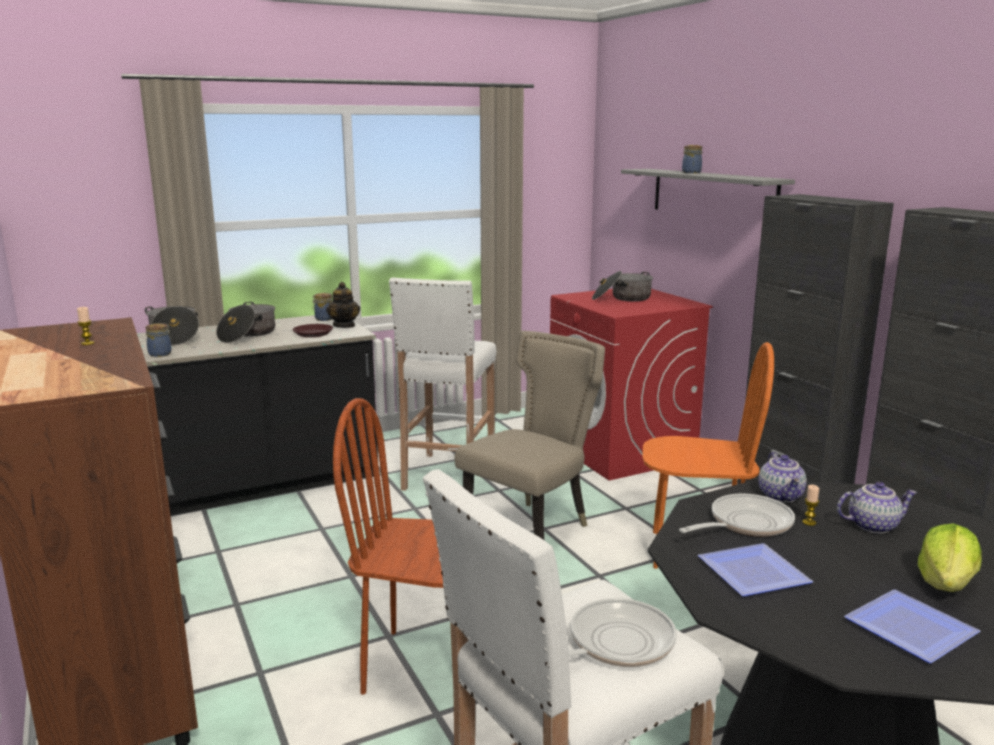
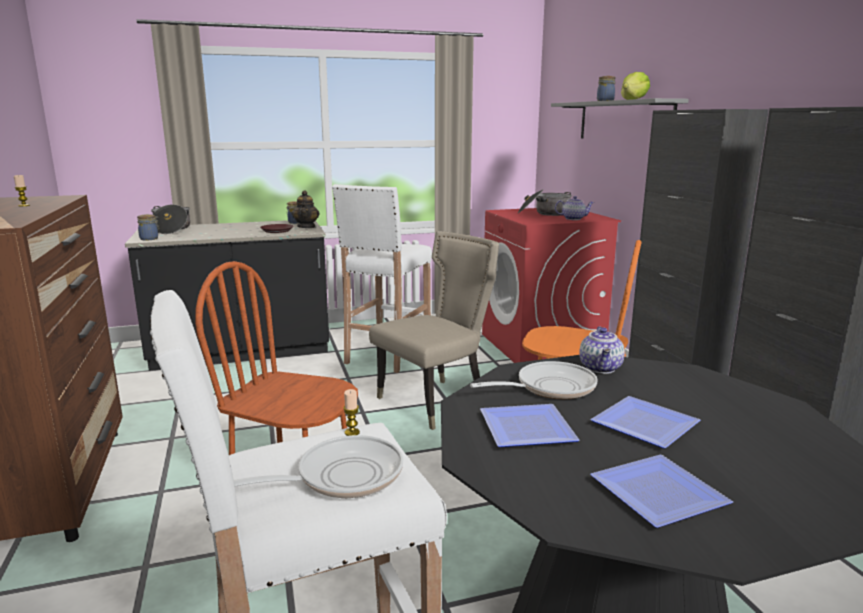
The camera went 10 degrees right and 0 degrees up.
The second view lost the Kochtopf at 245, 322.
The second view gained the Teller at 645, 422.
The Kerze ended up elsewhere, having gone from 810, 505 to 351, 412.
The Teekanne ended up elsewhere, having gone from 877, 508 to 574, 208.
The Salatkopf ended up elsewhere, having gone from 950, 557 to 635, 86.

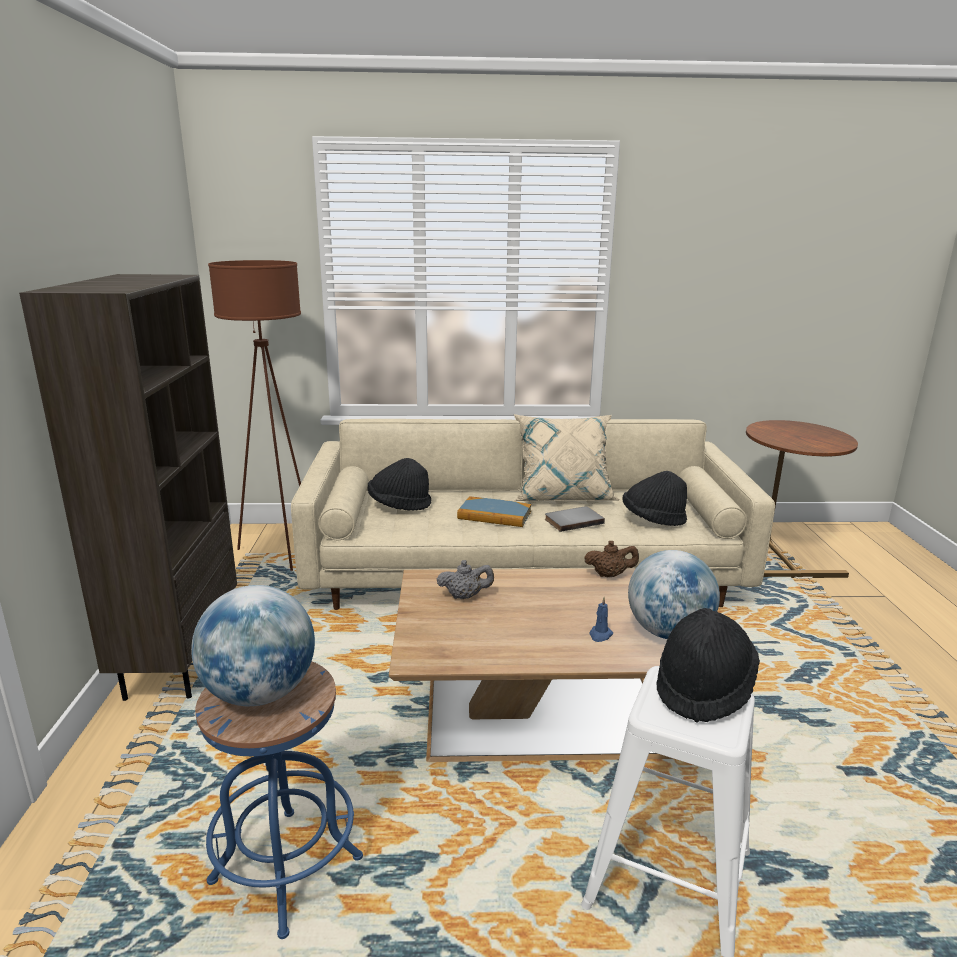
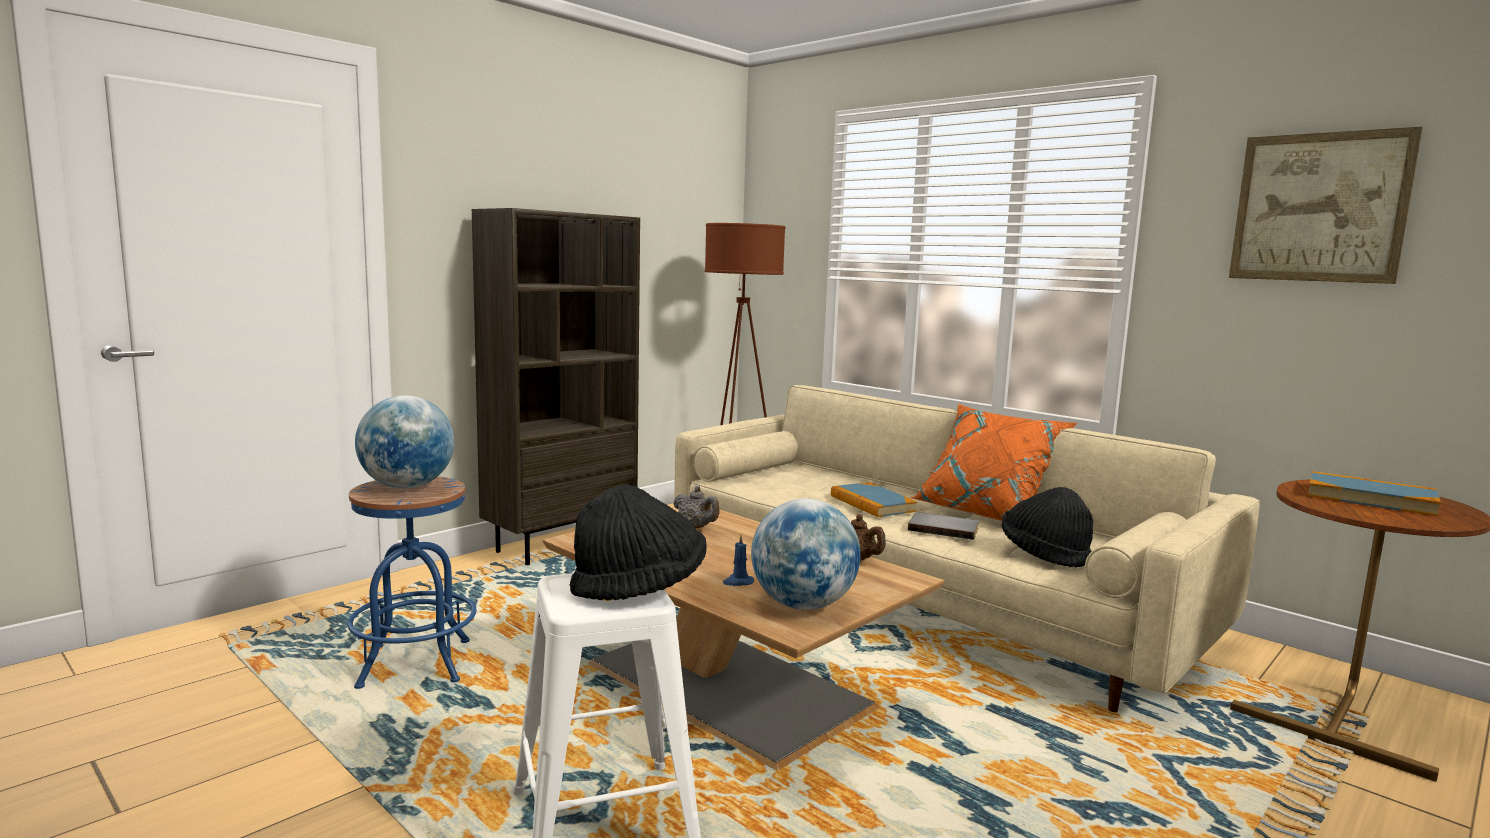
The camera went 45 degrees right and 10 degrees down.
The second view lost the Hut/schwarz at 399, 484.
The second view gained the Bild at 1326, 205.
The second view gained the Buch at 1374, 493.
What was the Kissen/beige at 567, 457 turned into the Kissen/orange at 994, 462.

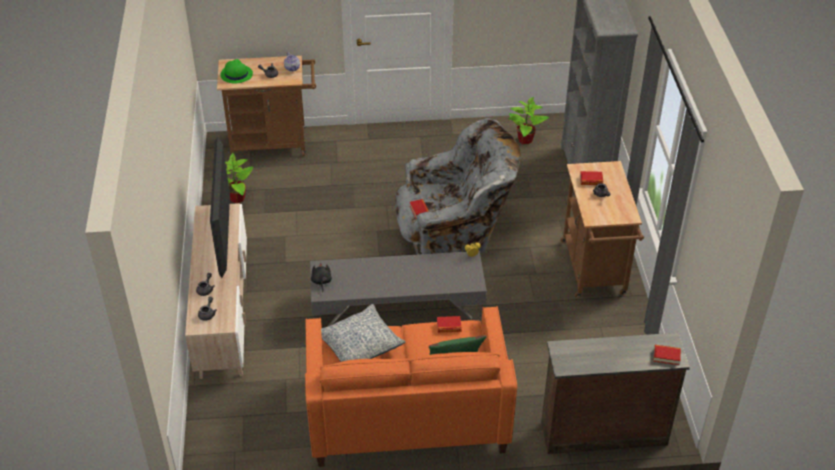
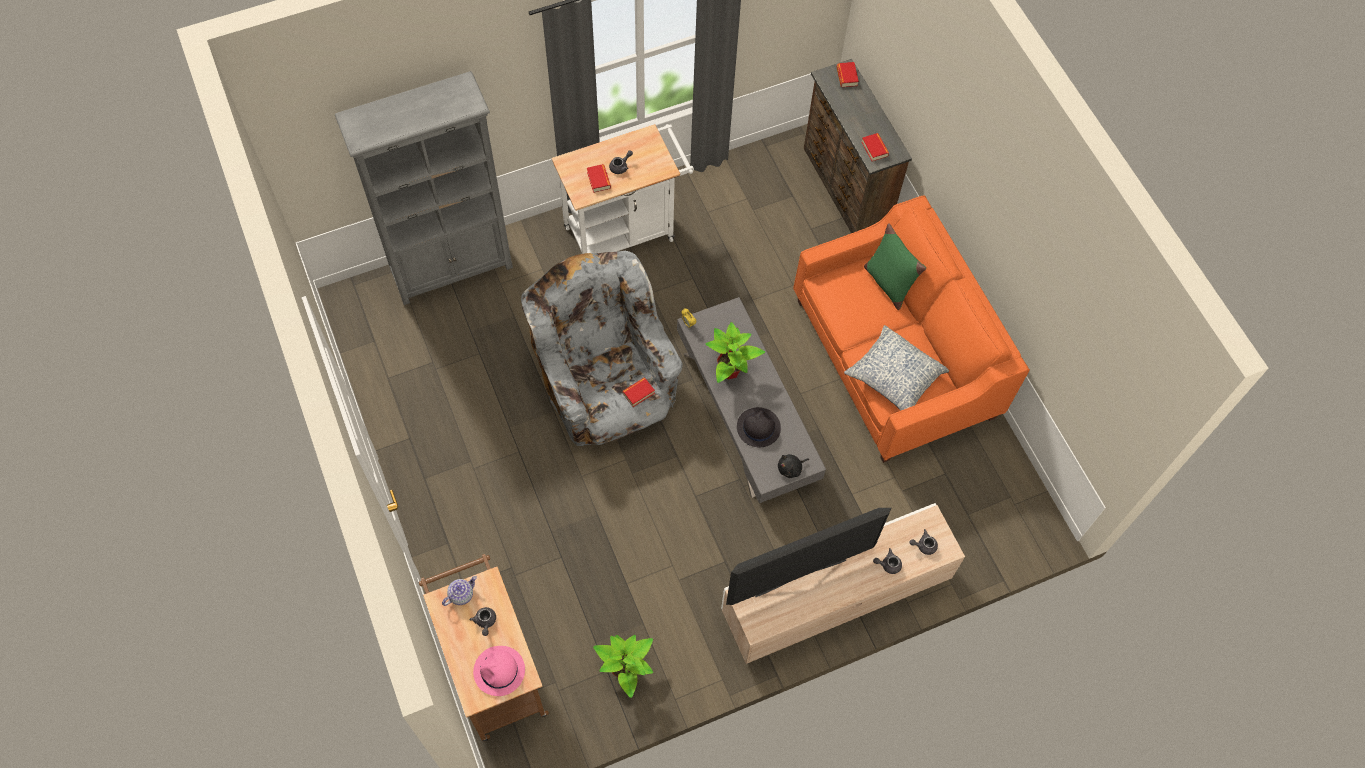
The camera went 110 degrees left and 20 degrees up.
The second view gained the Hut/schwarz at 759, 427.
The Buch ended up elsewhere, having gone from 449, 324 to 875, 147.
The Topfpflanze ended up elsewhere, having gone from 528, 120 to 735, 352.
What was the Hut/grün at 236, 71 turned into the Hut/rosa at 499, 671.
What was the Rollwagen/braun at 602, 229 turned into the Rollwagen/weiß at 623, 189.

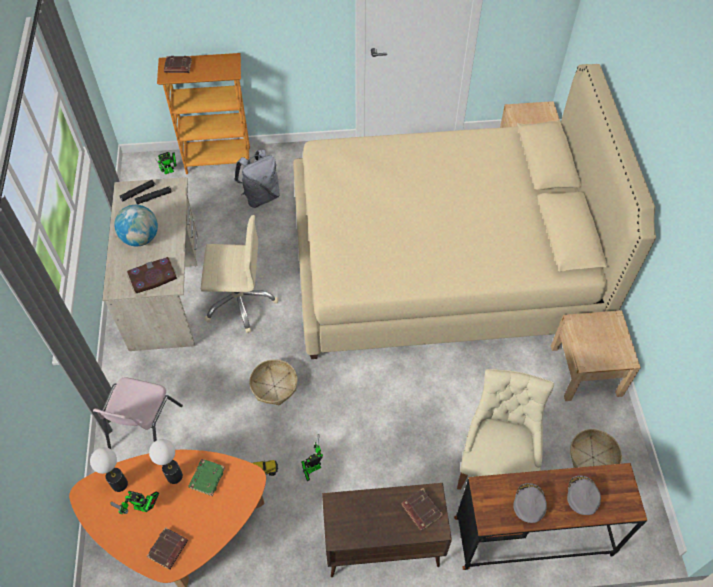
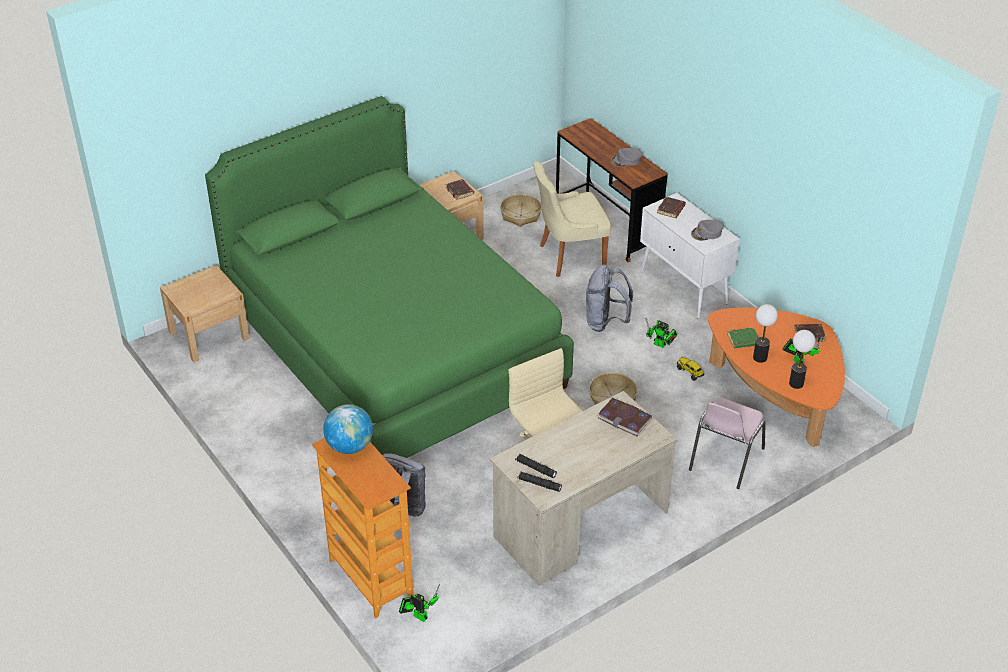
The camera went 120 degrees left and 15 degrees down.
The second view gained the Rucksack/grau at 609, 298.
The Globus ended up elsewhere, having gone from 136, 225 to 348, 429.
The Buch/braun ended up elsewhere, having gone from 178, 64 to 459, 189.
The Kappe/grau ended up elsewhere, having gone from 584, 495 to 707, 230.
What was the Bett/beige at 474, 211 turned into the Bett/grün at 389, 277.
What was the Schrank/braun at 387, 530 turned into the Schrank/weiß at 690, 256.
The Stuhl/rosa at 138, 413 ended up facing another way, 135 degrees clockwise from before.

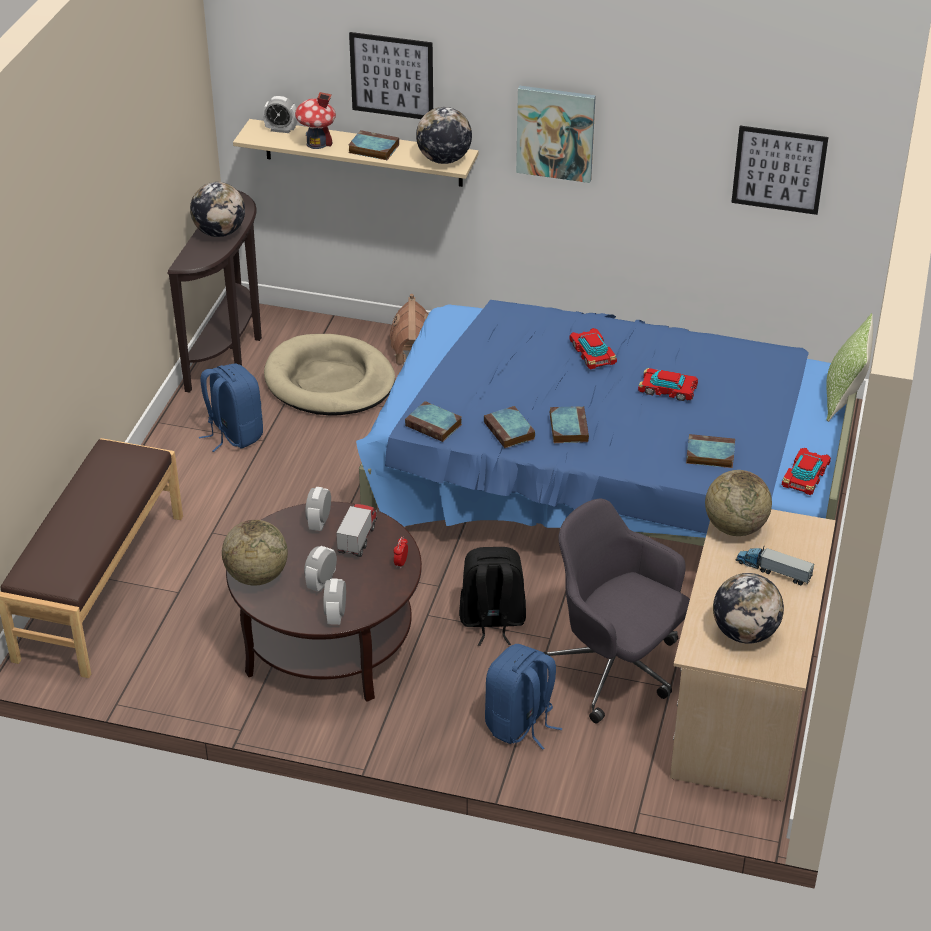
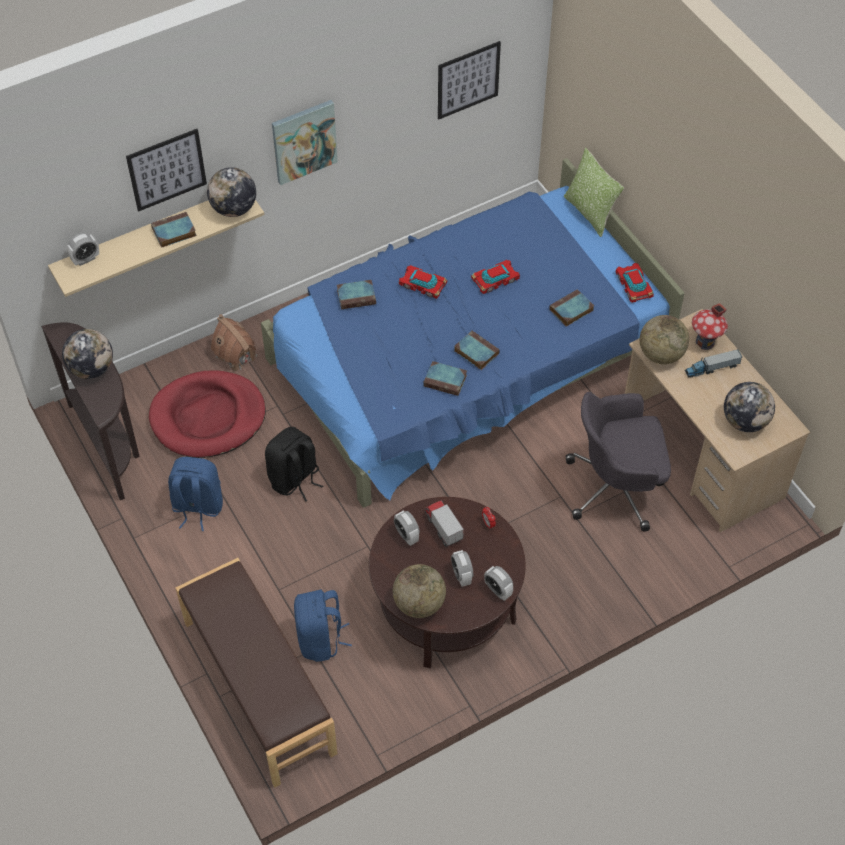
The camera went 45 degrees left and 15 degrees up.
The Spielzeughaus ended up elsewhere, having gone from 315, 120 to 710, 326.
The Buch ended up elsewhere, having gone from 433, 421 to 356, 294.
The Rucksack/schwarz ended up elsewhere, having gone from 492, 596 to 294, 464.
The Rucksack/blau ended up elsewhere, having gone from 523, 697 to 323, 626.
What was the Hundebett/beige at 329, 375 turned into the Hundebett/rot at 207, 414.

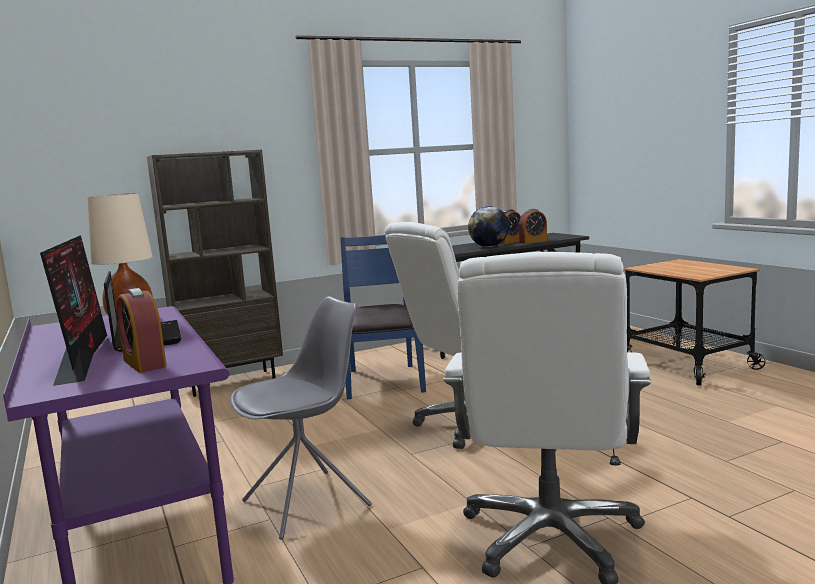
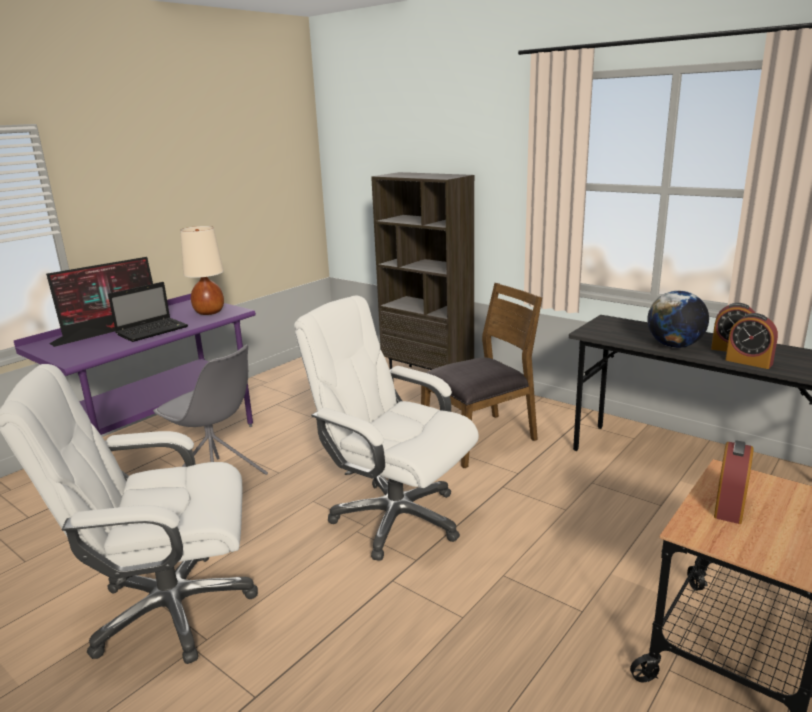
The camera went 65 degrees right and 10 degrees up.
The Wecker ended up elsewhere, having gone from 142, 330 to 734, 482.
What was the Stuhl/blau at 383, 317 turned into the Stuhl/braun at 481, 375.

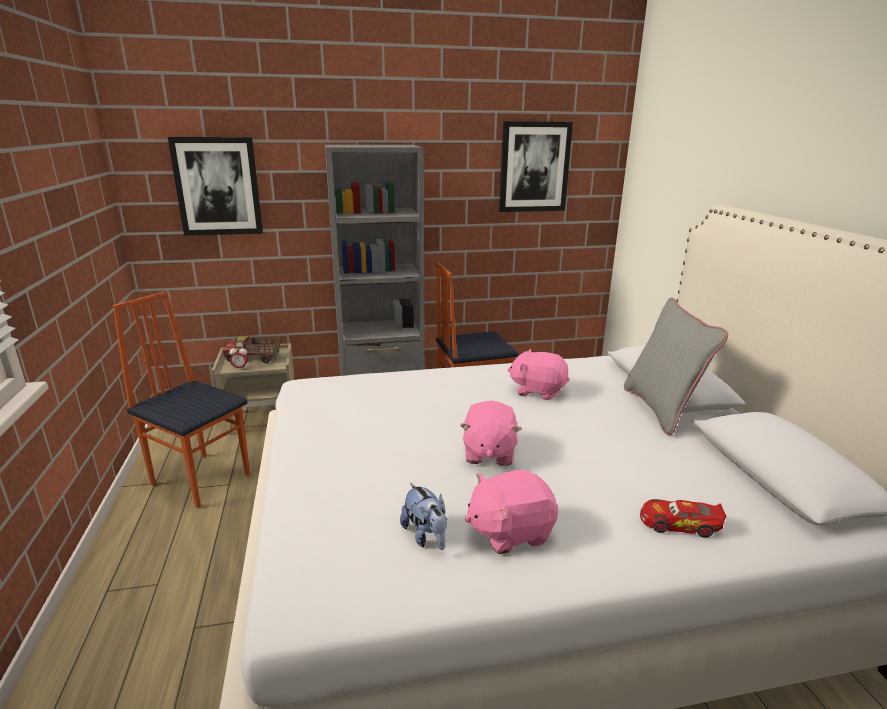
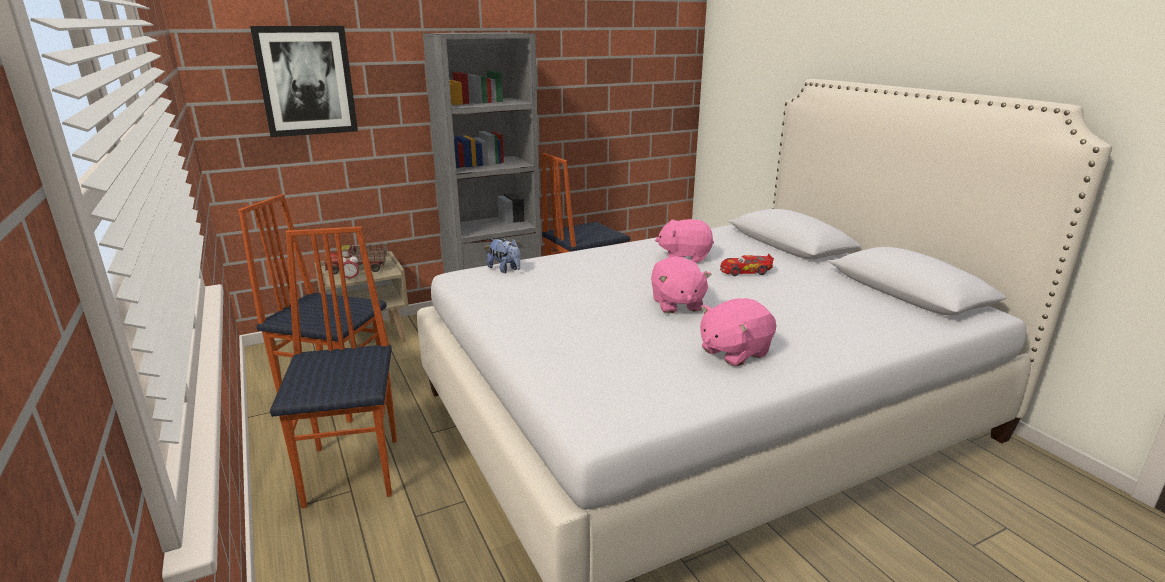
The camera went 15 degrees left and 0 degrees up.
The second view lost the Bild at 536, 166.
The second view lost the Kissen/grau at 676, 367.
The second view gained the Stuhl at 333, 367.
The Plüschtier ended up elsewhere, having gone from 423, 516 to 503, 255.
The Spielzeugauto ended up elsewhere, having gone from 683, 518 to 747, 265.

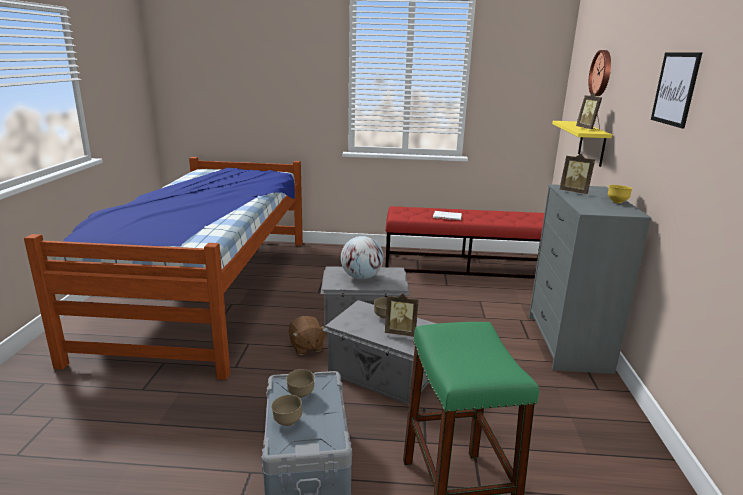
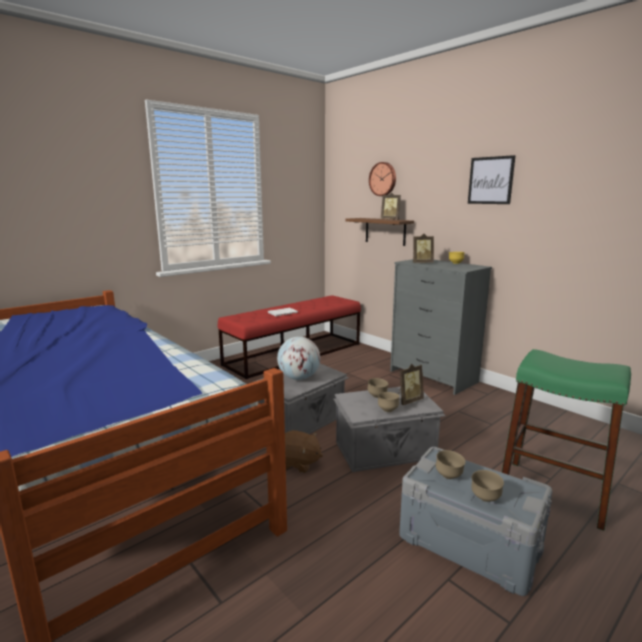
The camera went 45 degrees left and 5 degrees down.
The second view gained the Schüssel/braun at 389, 402.
What was the Wandregal/gelb at 582, 144 turned into the Wandregal/braun at 380, 232.

